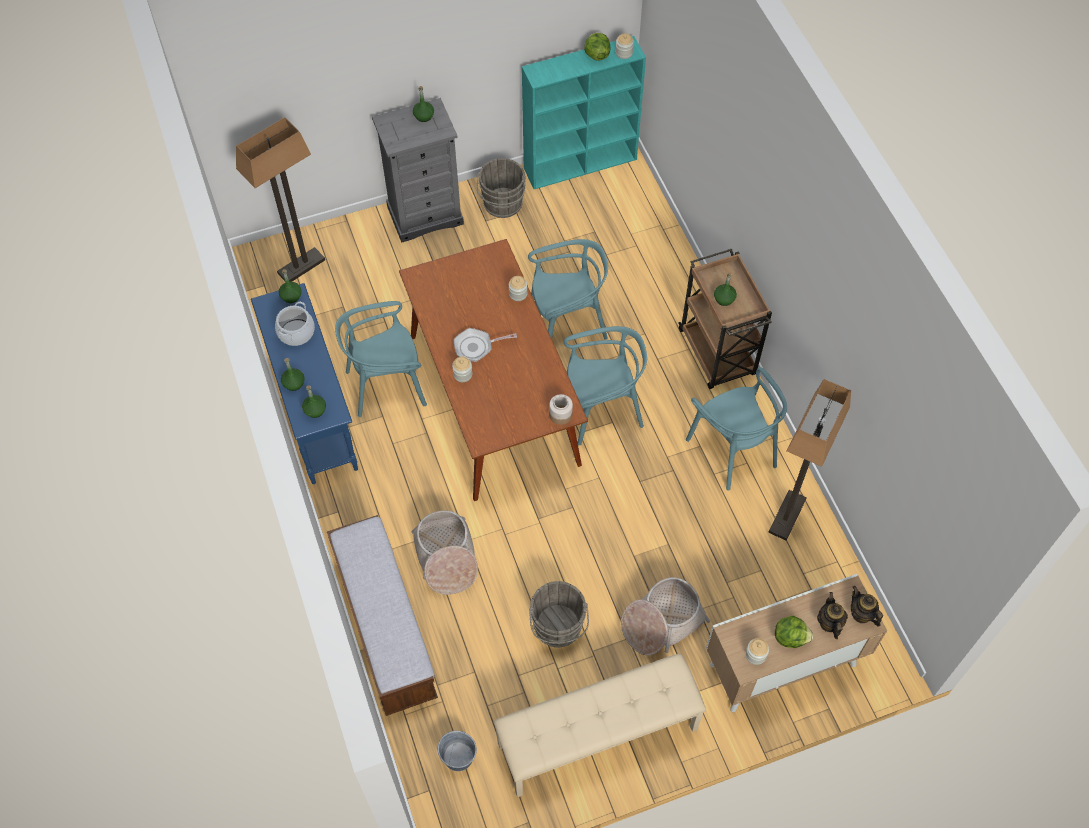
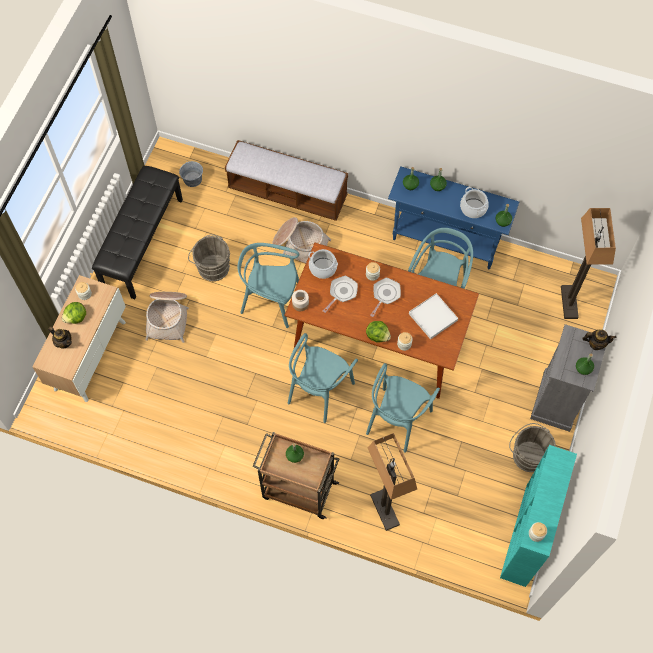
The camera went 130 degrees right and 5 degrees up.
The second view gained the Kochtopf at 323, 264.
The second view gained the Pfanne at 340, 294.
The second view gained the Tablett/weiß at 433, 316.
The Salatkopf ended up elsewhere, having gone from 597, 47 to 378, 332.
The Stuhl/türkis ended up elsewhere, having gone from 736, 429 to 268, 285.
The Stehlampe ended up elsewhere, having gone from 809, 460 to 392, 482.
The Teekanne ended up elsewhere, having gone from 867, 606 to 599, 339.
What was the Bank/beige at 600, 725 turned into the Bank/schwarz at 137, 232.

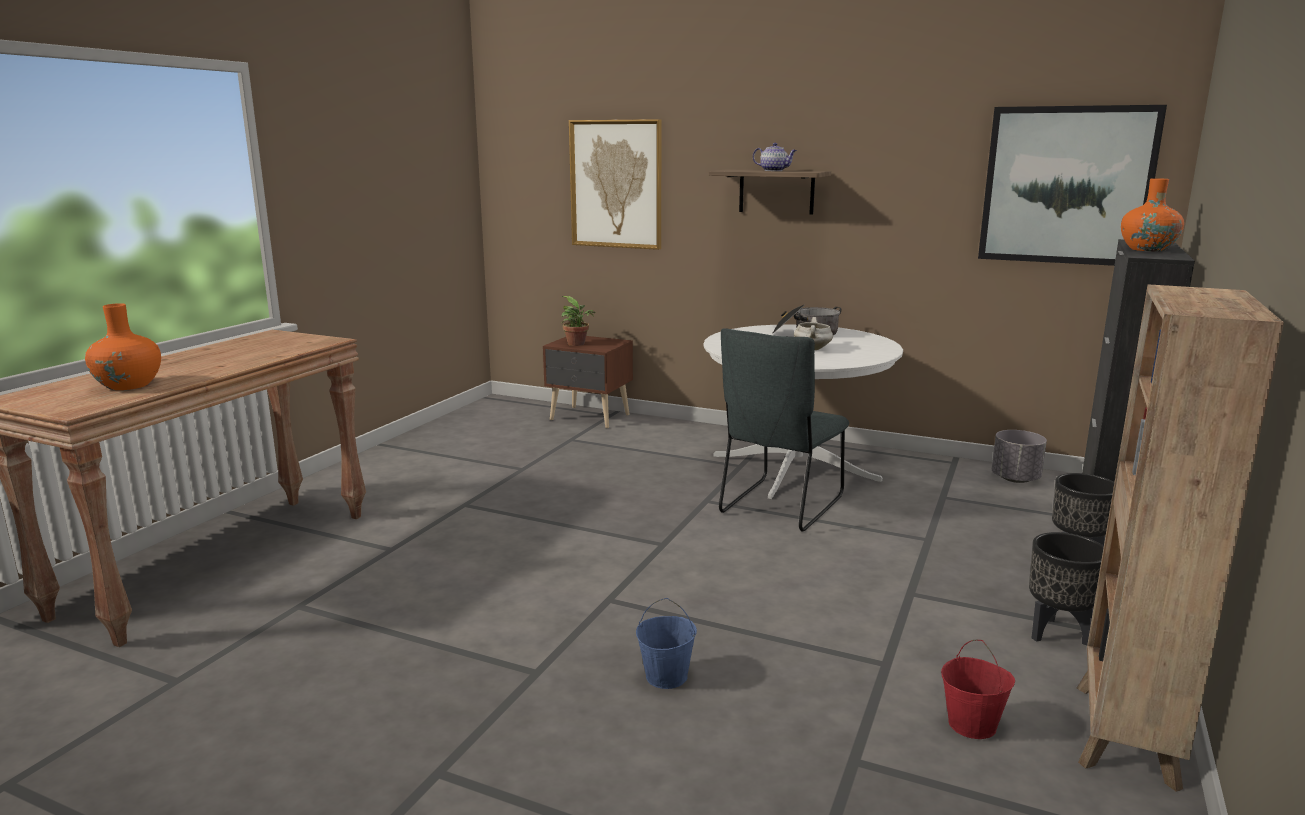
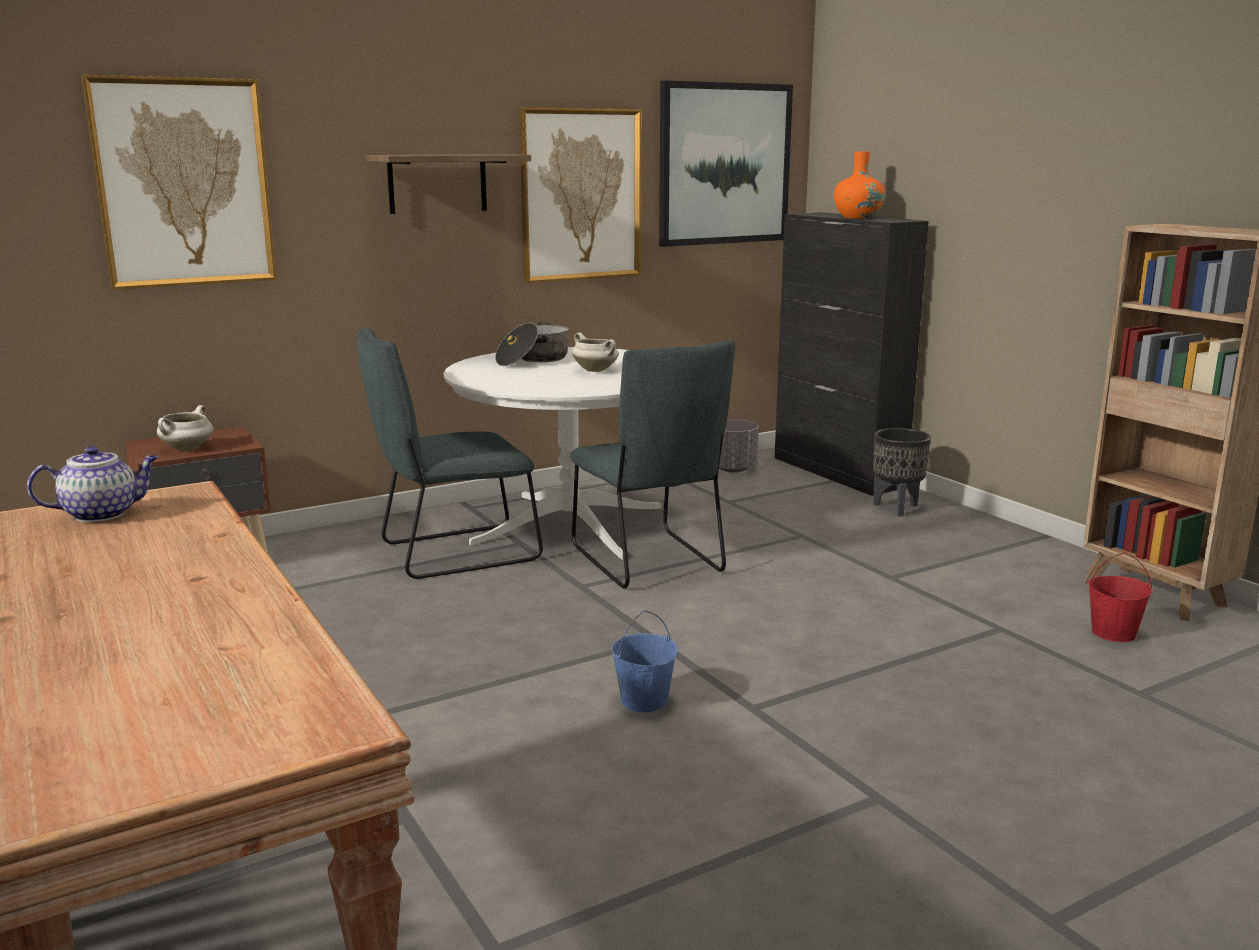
The camera went 55 degrees left and 0 degrees up.
The second view lost the Vase/orange at 123, 346.
The second view lost the Pflanzkübel/schwarz at 1066, 588.
The second view gained the Stuhl/grau at 450, 453.
The second view gained the Bild at 580, 195.
The Eimer/blau ended up elsewhere, having gone from 666, 643 to 644, 662.
The Teekanne ended up elsewhere, having gone from 775, 157 to 92, 484.
Where the Topfpflanze stood at 578, 321, the Kochtopf/weiß came to stand at 185, 428.

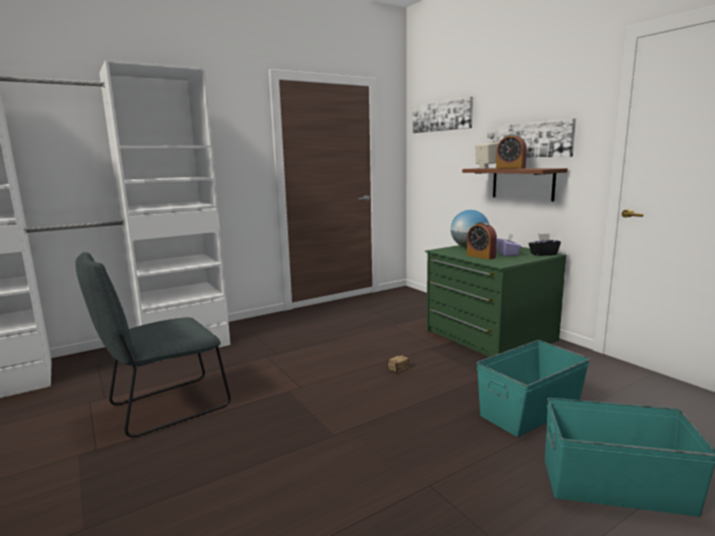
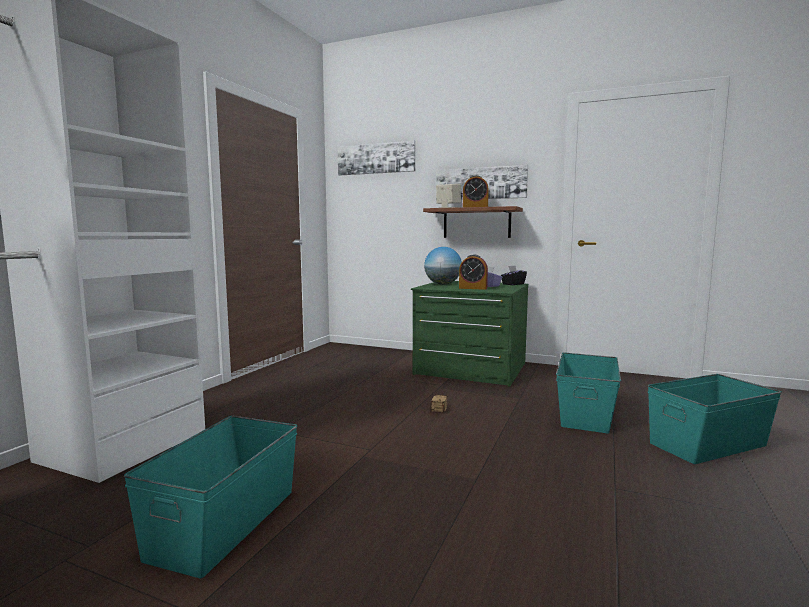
The camera went 35 degrees left and 5 degrees down.
Where the Stuhl/grau stood at 153, 345, the Aufbewahrungsbox/türkis came to stand at 210, 497.

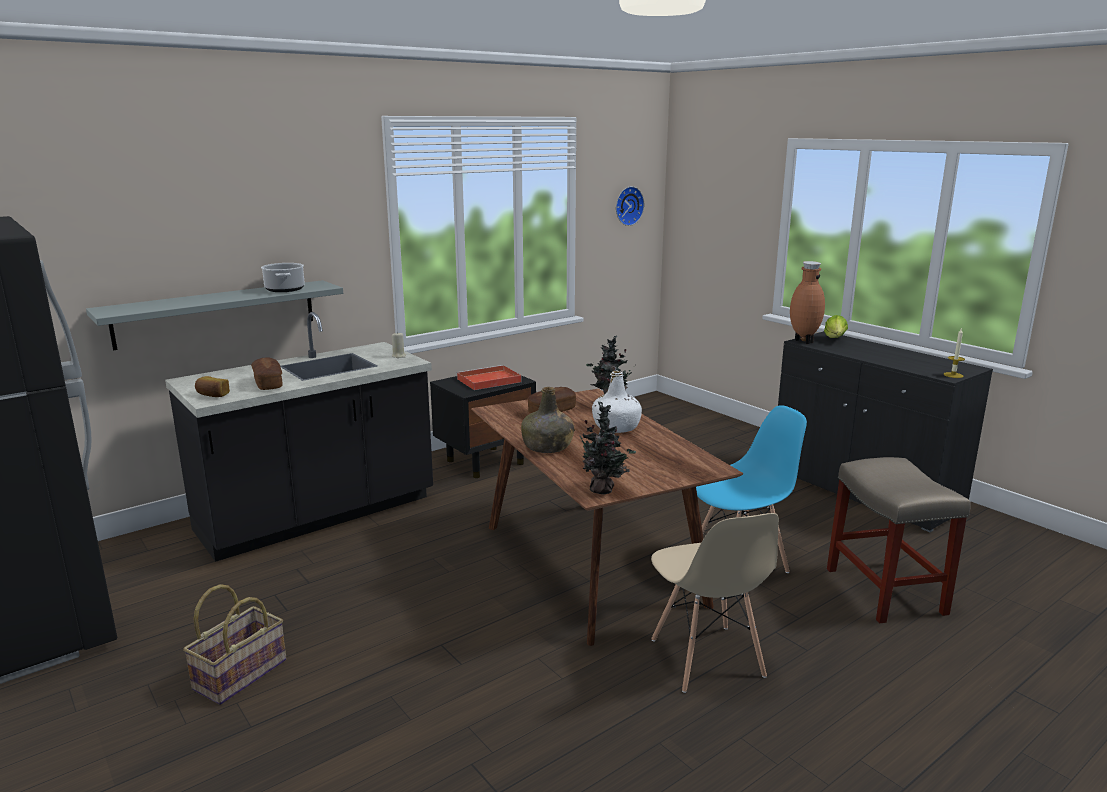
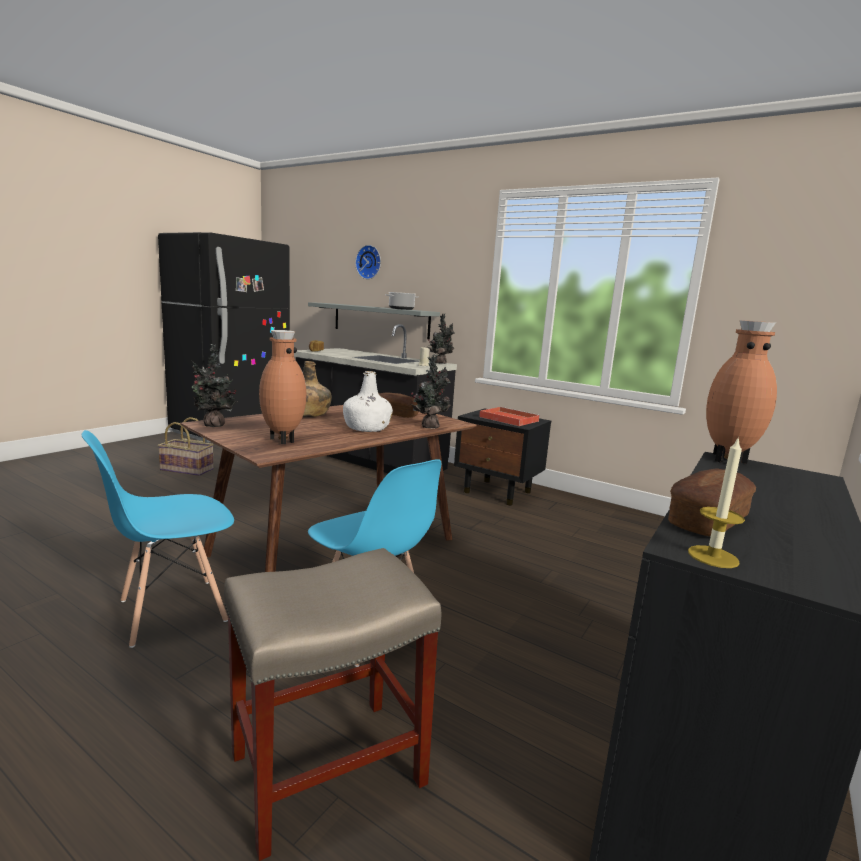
The camera went 70 degrees right and 5 degrees down.
The second view lost the Salatkopf at 836, 326.
The second view gained the Vase/braun at 283, 387.
The second view gained the Topfpflanze at 441, 339.
The Brot ended up elsewhere, having gone from 267, 373 to 712, 502.
The Wanduhr ended up elsewhere, having gone from 630, 206 to 368, 262.
What was the Stuhl/beige at 715, 603 turned into the Stuhl/blau at 158, 539.

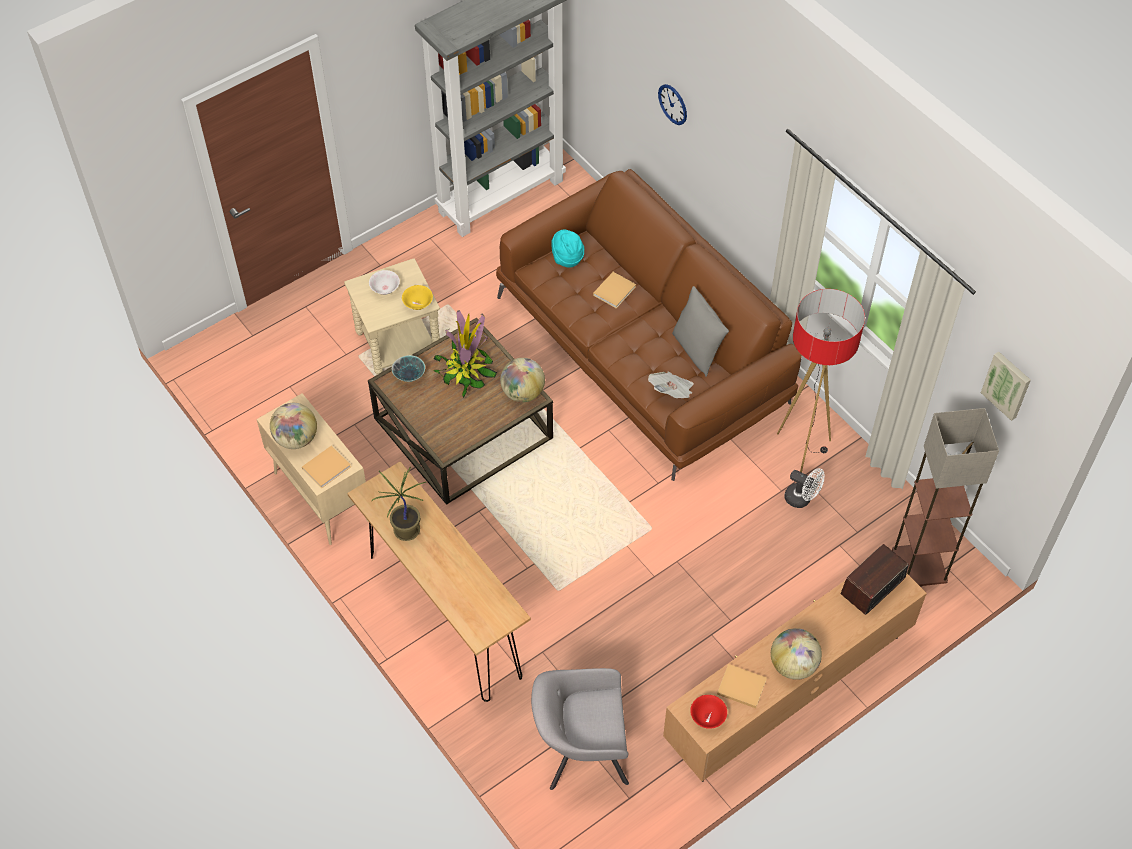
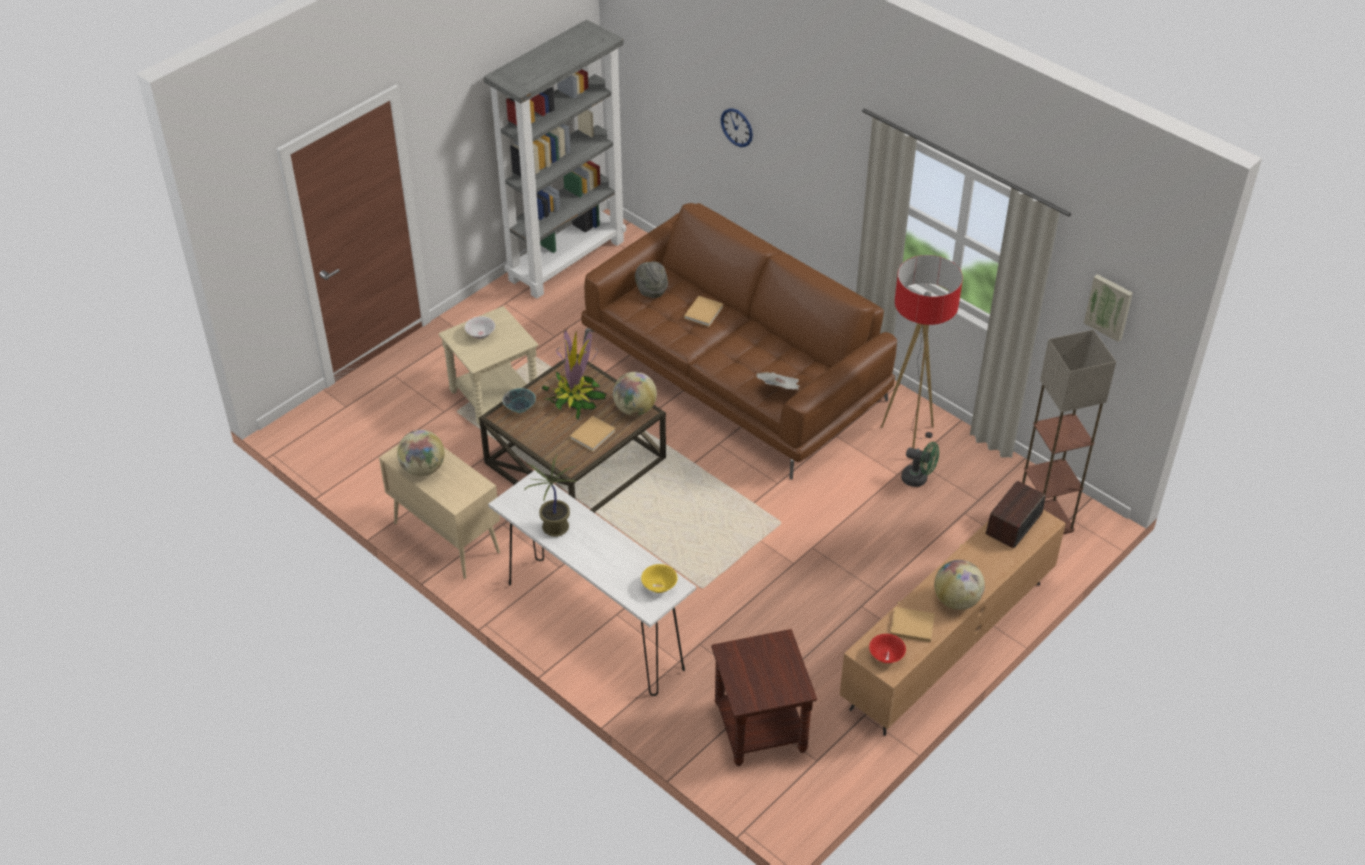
The camera went 10 degrees left and 10 degrees down.
The second view lost the Kissen/grau at 700, 331.
The Buch/beige ended up elsewhere, having gone from 326, 467 to 593, 434.
The Schüssel/gelb ended up elsewhere, having gone from 417, 297 to 659, 578.
Where the Sessel/grau stood at 580, 729, the Beistelltisch/braun came to stand at 764, 697.
What was the Konsolentisch/braun at 439, 581 turned into the Konsolentisch/weiß at 592, 583.
What was the Hut/türkis at 567, 249 turned into the Hut/grau at 651, 279.
What was the Ventilator/weiß at 804, 488 turned into the Ventilator/grün at 920, 464.

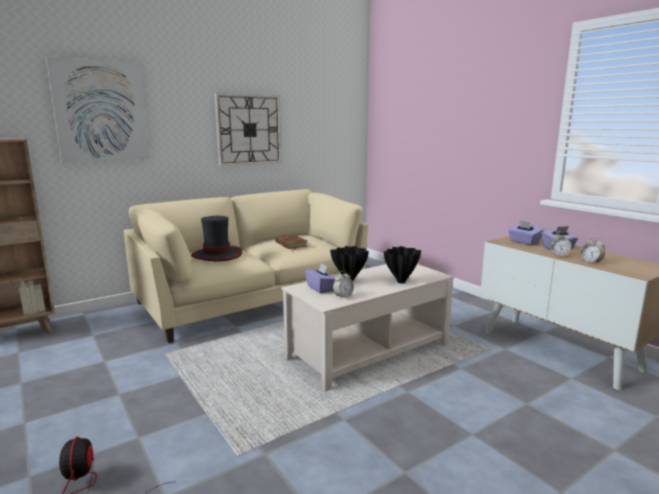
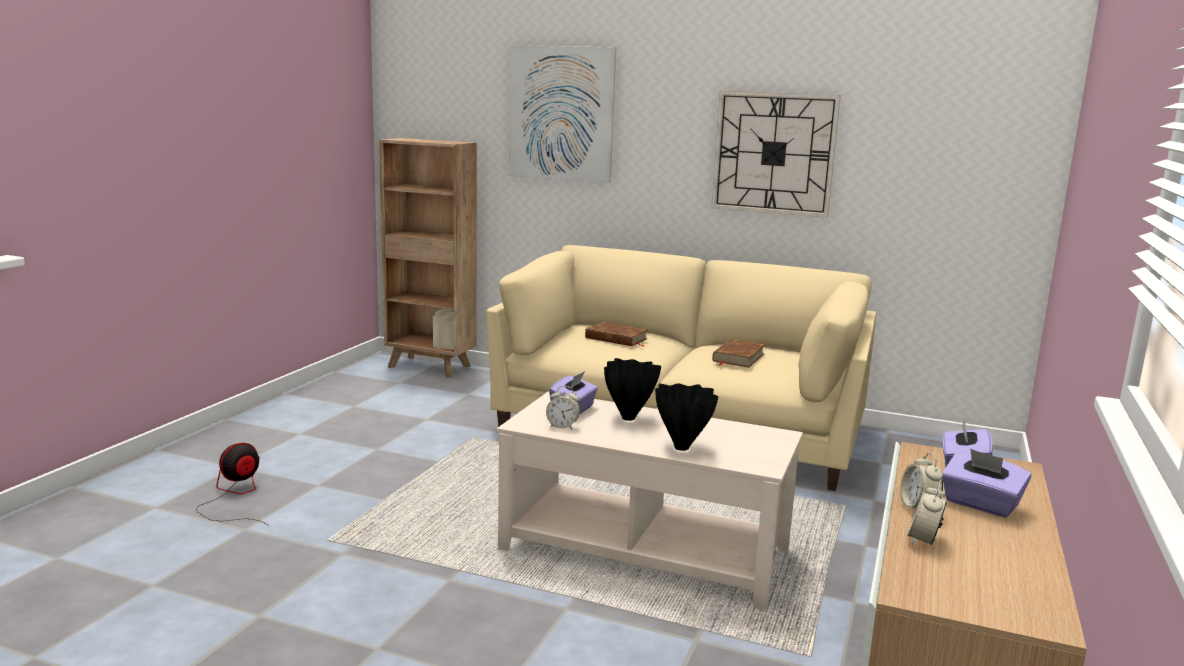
The camera went 55 degrees right and 0 degrees up.
Where the Hut stood at 216, 238, the Buch/braun came to stand at 616, 334.

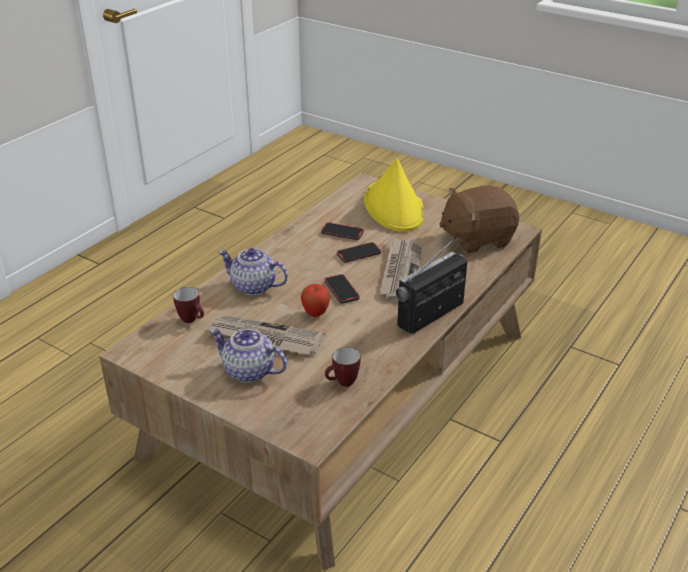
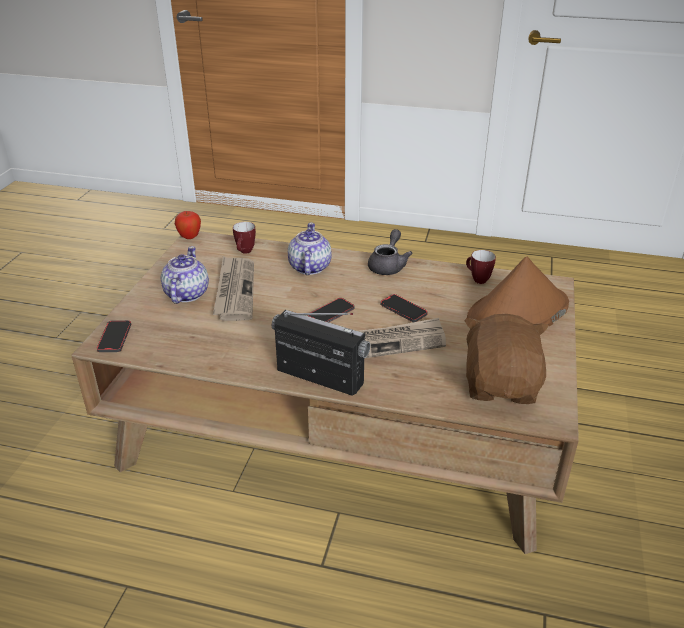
The camera went 70 degrees right and 0 degrees up.
The second view gained the Teekanne/grau at 390, 252.
The Apfel ended up elsewhere, having gone from 315, 300 to 188, 225.
The Handy ended up elsewhere, having gone from 342, 231 to 114, 336.
The Henkelbecher ended up elsewhere, having gone from 343, 367 to 481, 267.
What was the Hut/gelb at 394, 195 turned into the Hut/braun at 518, 291.
The Plüschtier/braun at 479, 219 ended up facing another way, 45 degrees clockwise from before.

